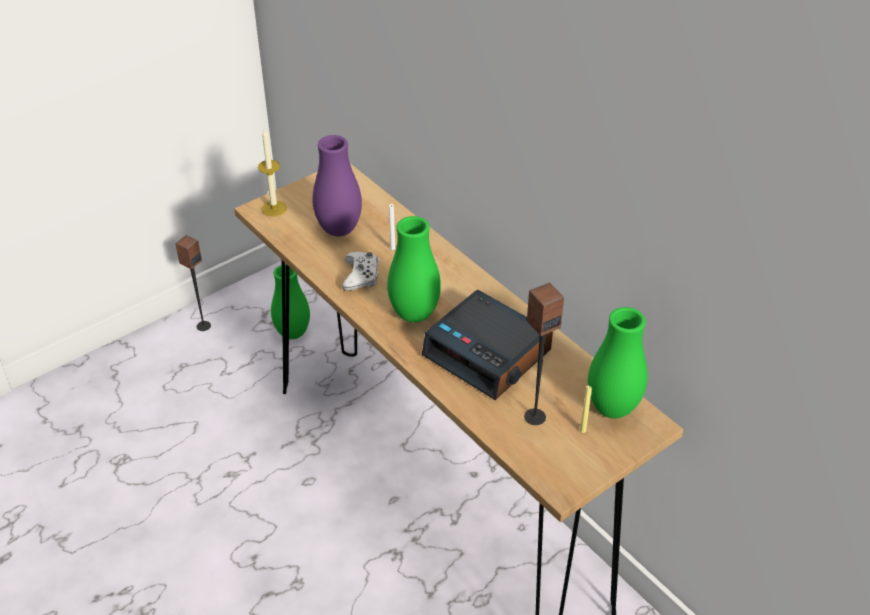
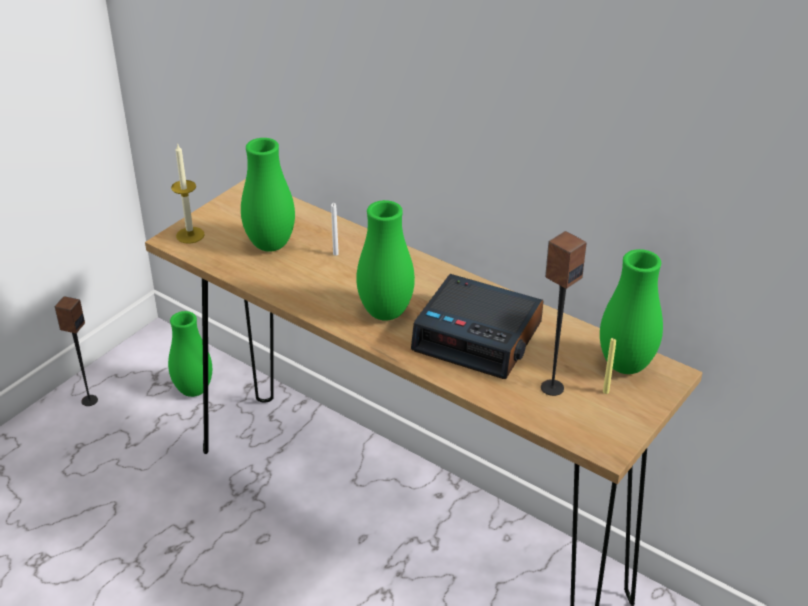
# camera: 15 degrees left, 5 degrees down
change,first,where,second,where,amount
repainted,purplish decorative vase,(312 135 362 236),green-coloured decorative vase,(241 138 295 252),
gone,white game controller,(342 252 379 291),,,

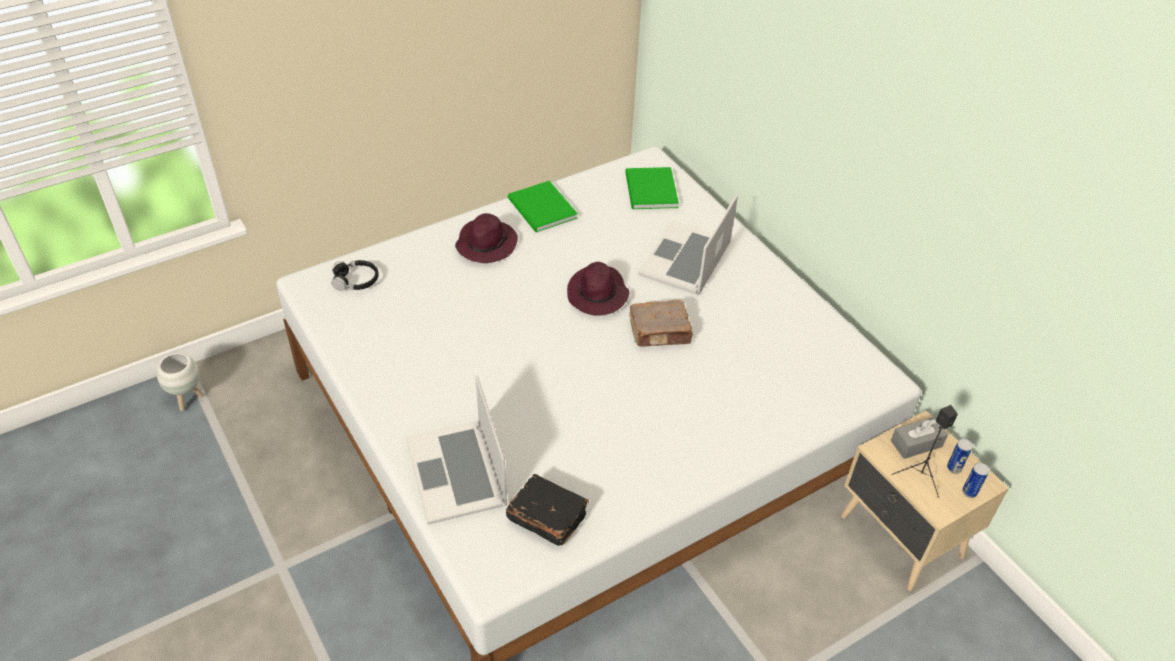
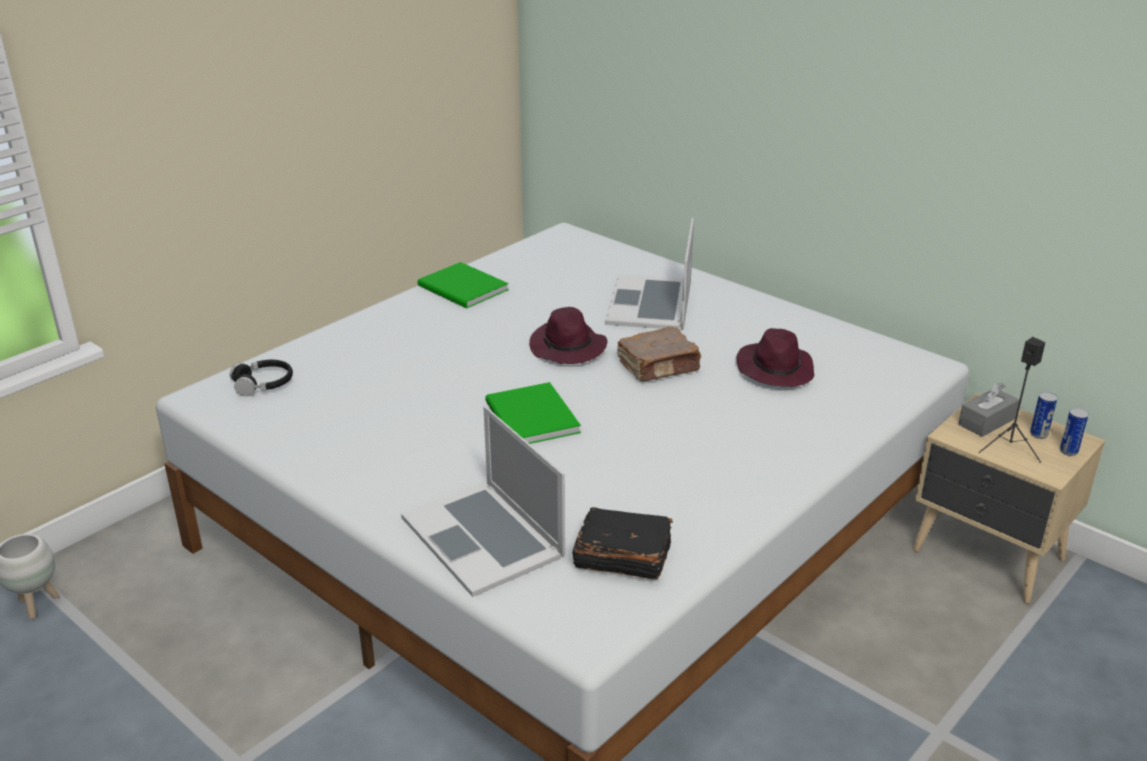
# camera: 15 degrees left, 15 degrees down
change,first,where,second,where,amount
shifted,purplish wearable hat,(455 213 518 263),,(736 328 814 387),
shifted,green-coloured volume,(625 167 679 209),,(486 382 581 444),

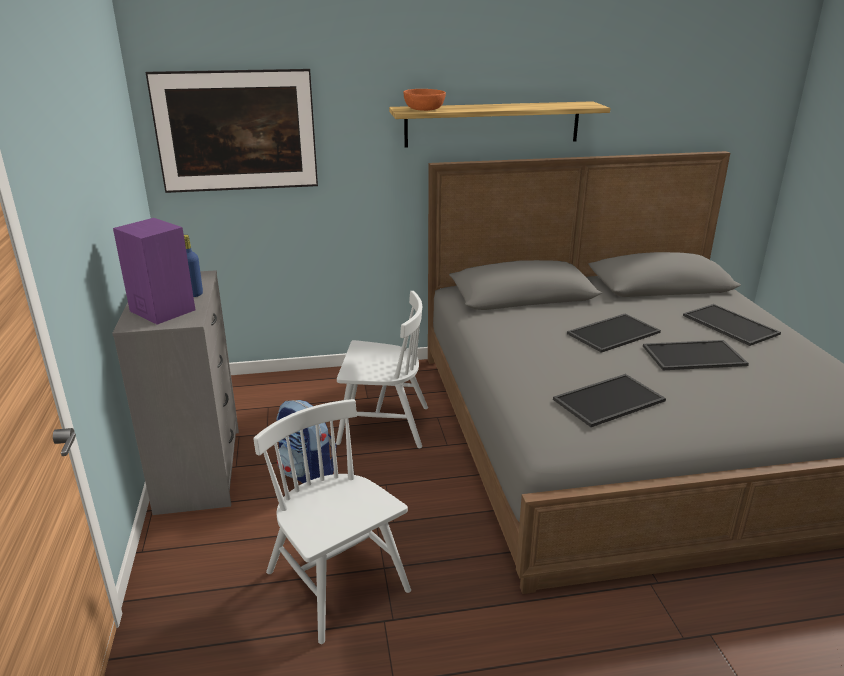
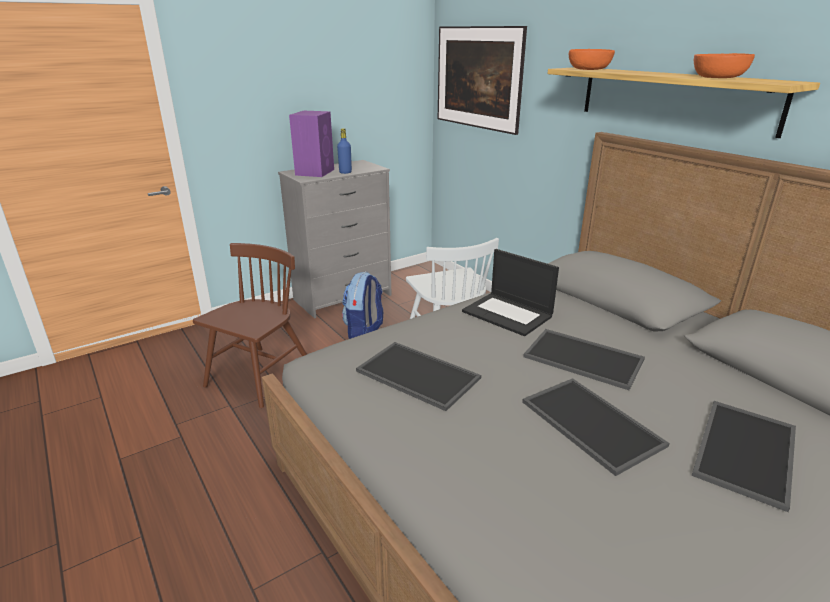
# camera: 65 degrees right, 0 degrees up
change,first,where,second,where,amount
repainted,white upright chair,(253 399 411 644),brown-coloured upright chair,(193 243 307 408),
new,,,notebook computer,(462 249 559 336),
new,,,orangey deep dish,(694 53 755 78),

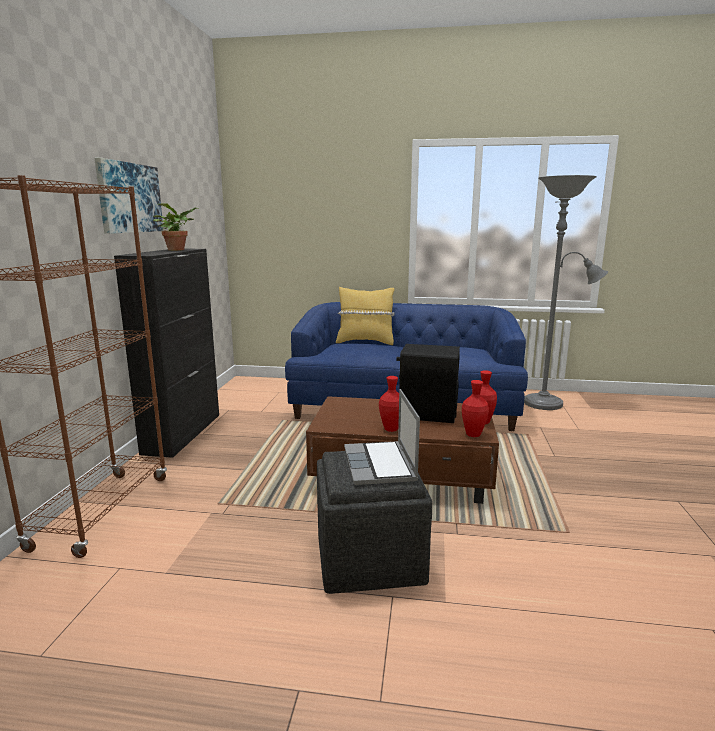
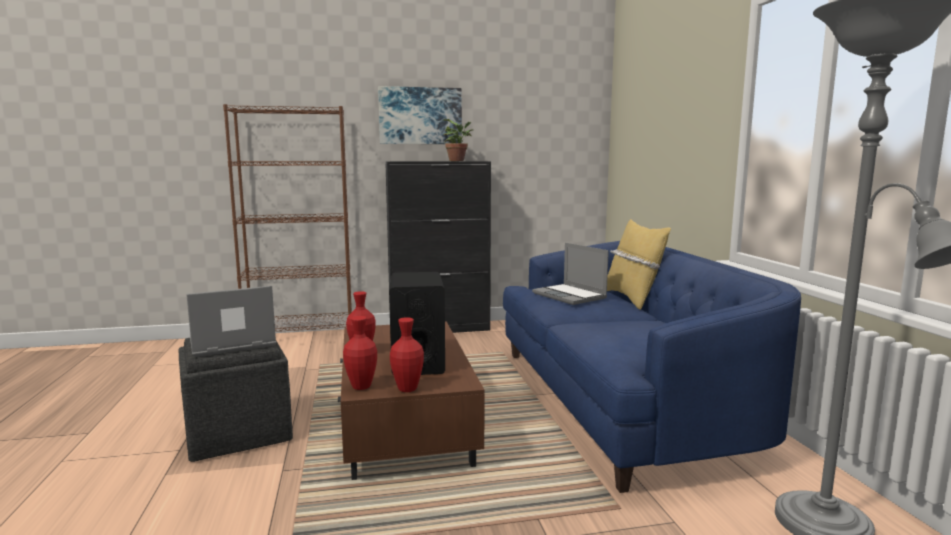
# camera: 70 degrees right, 5 degrees down
change,first,where,second,where,amount
new,,,notebook computer,(532 243 609 305),

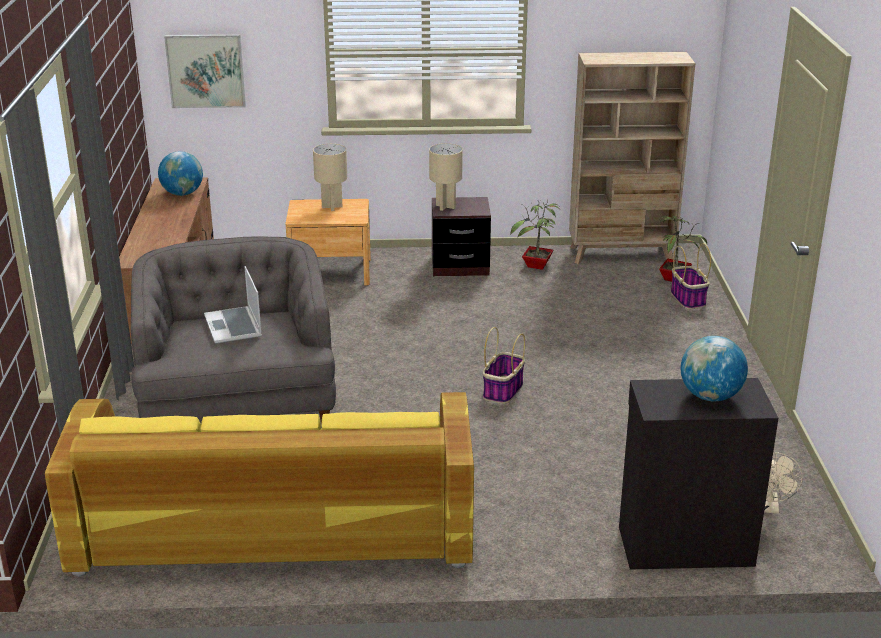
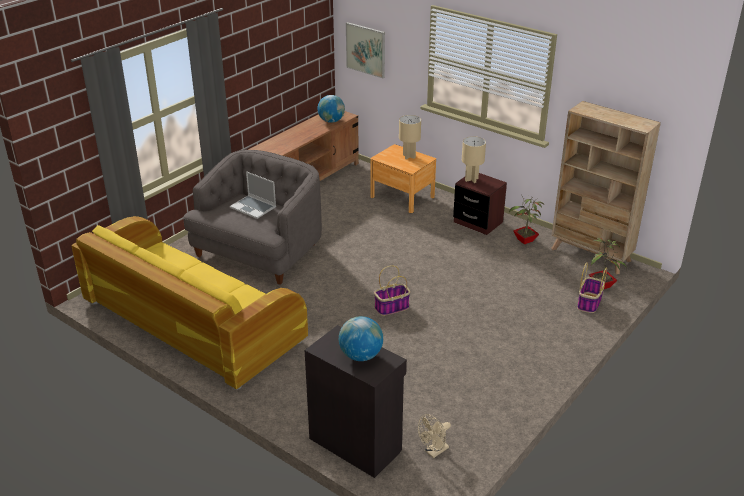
# camera: 40 degrees right, 5 degrees up
change,first,where,second,where,amount
rotated,notebook computer,(204 266 262 344),,(230 171 276 219),75 degrees counterclockwise

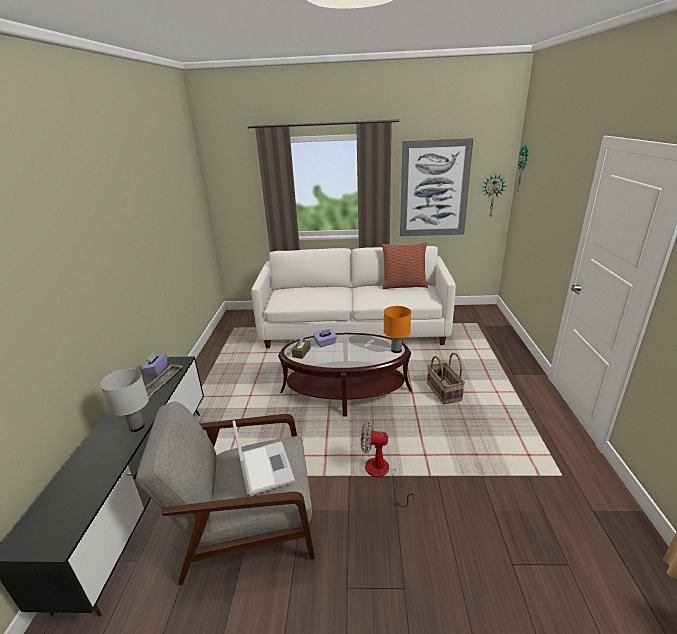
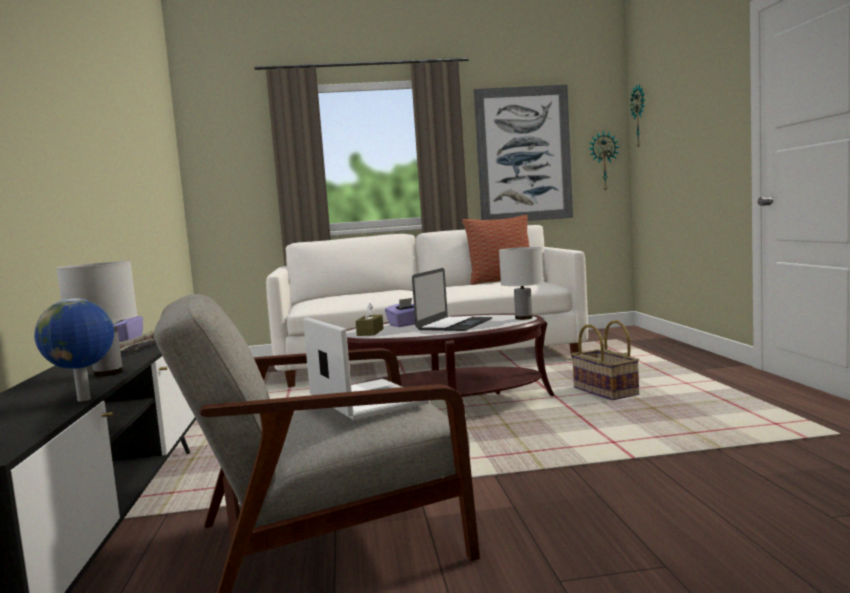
# camera: 10 degrees left, 20 degrees down
change,first,where,second,where,amount
gone,cooling fan,(361 422 414 507),,,
repainted,orangey tabletop lamp,(384 306 411 353),white tabletop lamp,(499 247 543 320),
new,,,desk globe,(34 298 114 402),
new,,,notebook computer,(412 268 493 331),

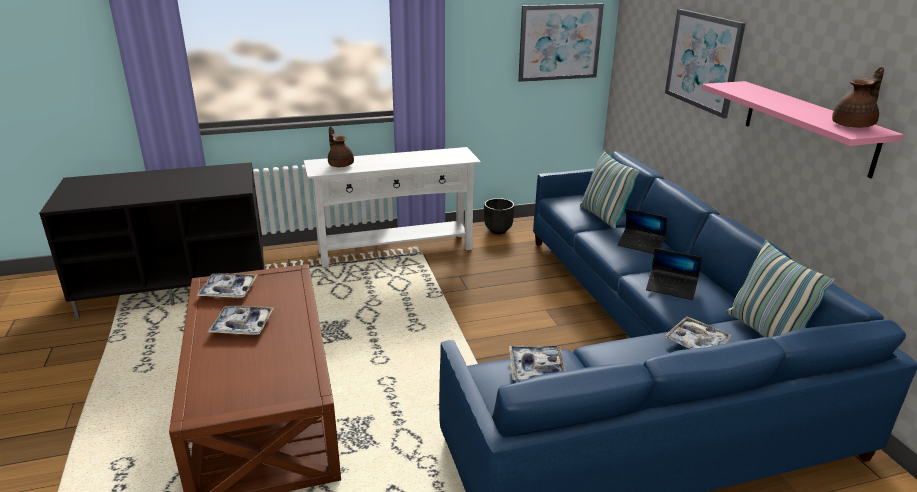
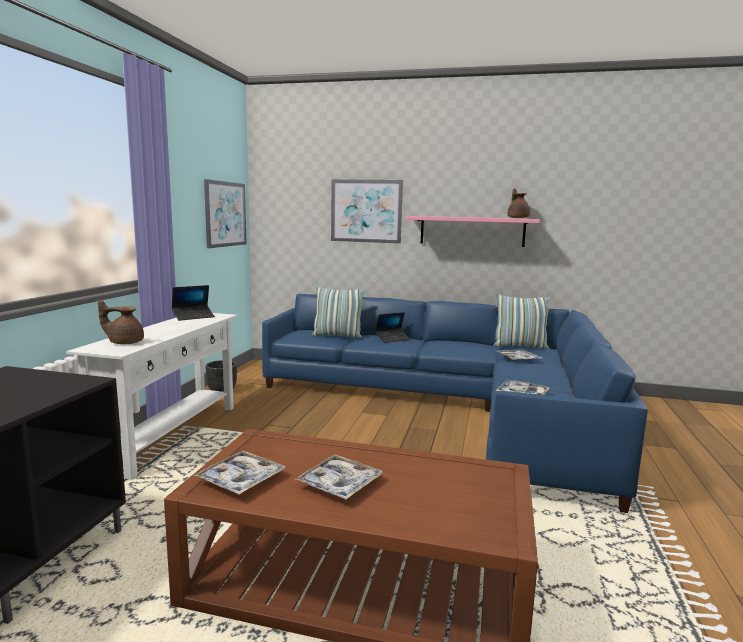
# camera: 60 degrees left, 15 degrees down
change,first,where,second,where,amount
shifted,notebook computer,(646 248 702 300),,(172 285 215 321),

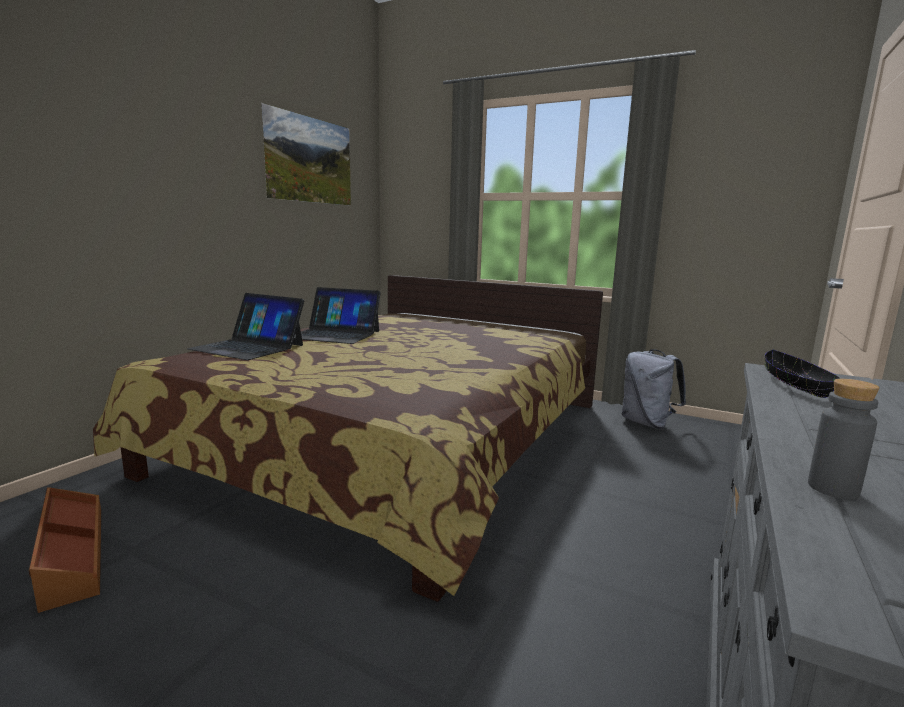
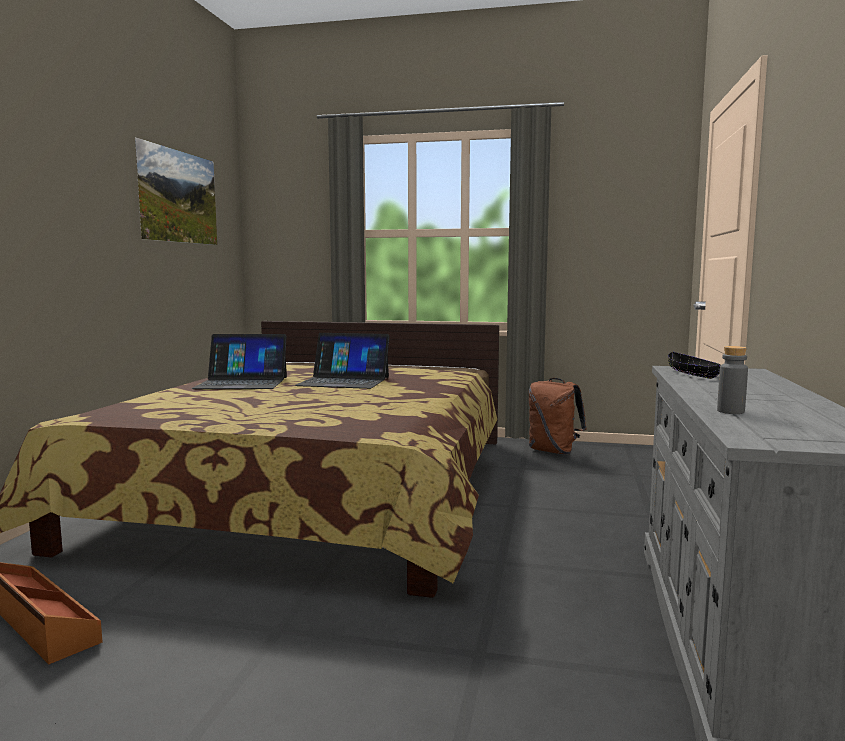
# camera: 15 degrees left, 5 degrees down
change,first,where,second,where,amount
shifted,notebook computer,(187 293 304 360),,(295 333 390 389),
repainted,gray knapsack,(622 349 686 429),brown-coloured knapsack,(529 378 587 454),

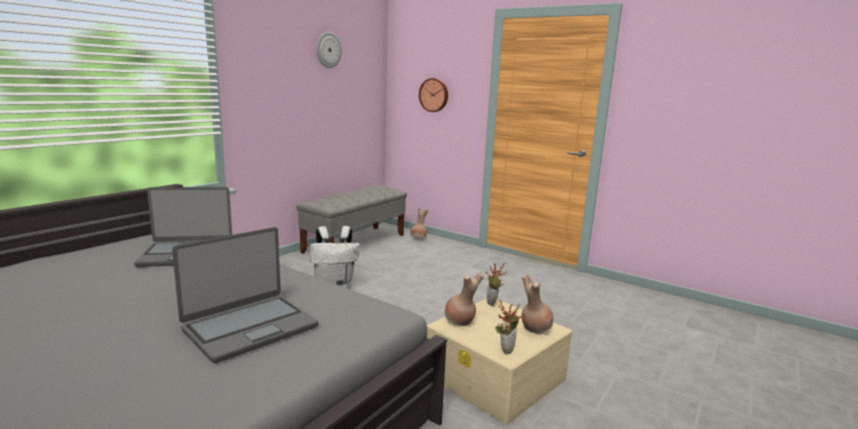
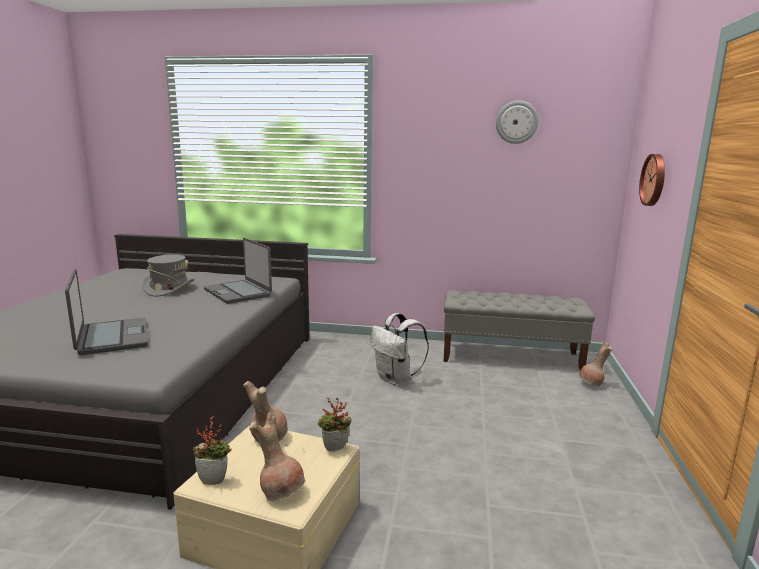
# camera: 65 degrees right, 0 degrees up
change,first,where,second,where,amount
rotated,notebook computer,(172 227 318 363),,(65 269 148 355),135 degrees counterclockwise
new,,,gray wearable hat,(142 254 194 297),

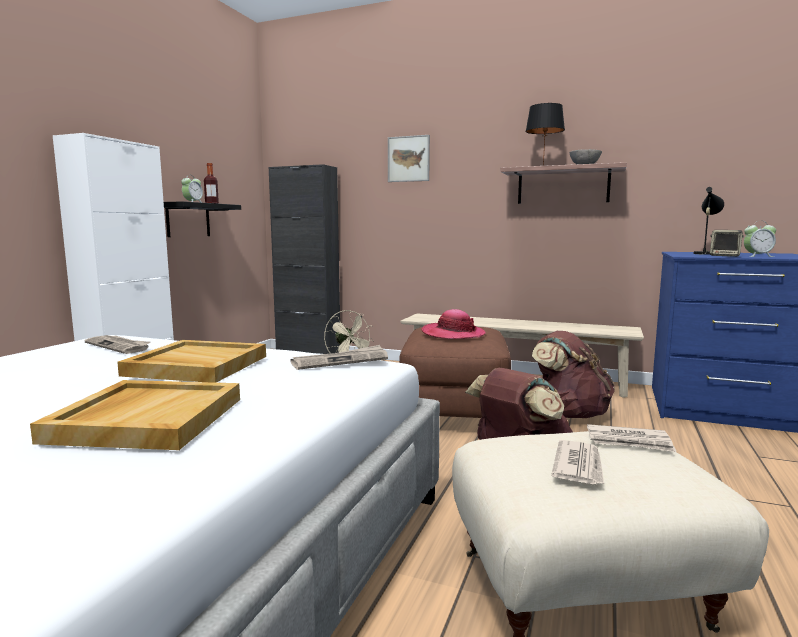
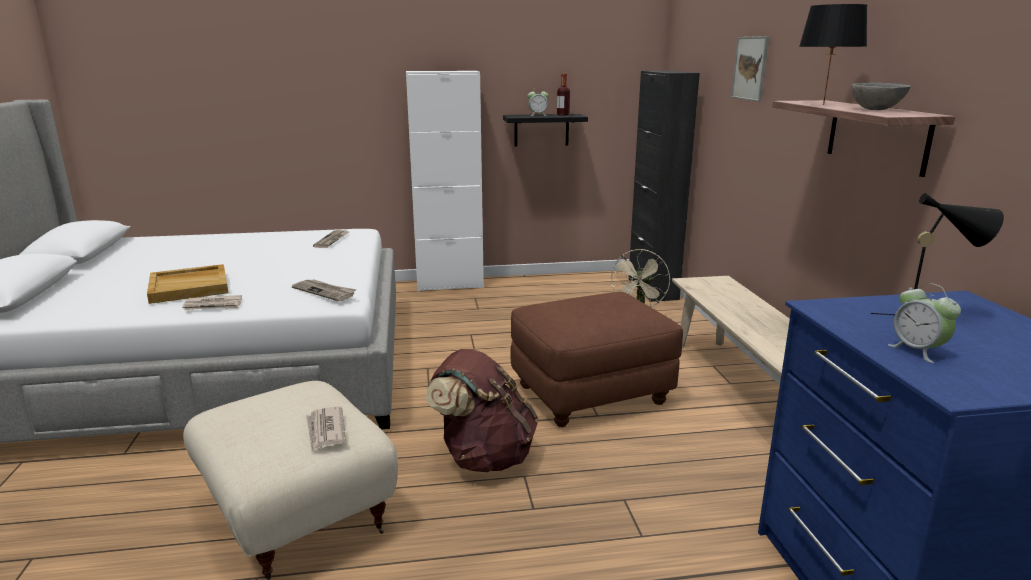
# camera: 60 degrees right, 10 degrees up
change,first,where,second,where,amount
gone,beige-coloured tray,(117 340 266 383),,,
gone,wearable hat,(421 309 486 339),,,
gone,brown-coloured knapsack,(532 331 615 418),,,
shifted,daily paper,(551 440 604 484),,(182 295 242 310),
gone,speaker,(710 230 744 257),,,

